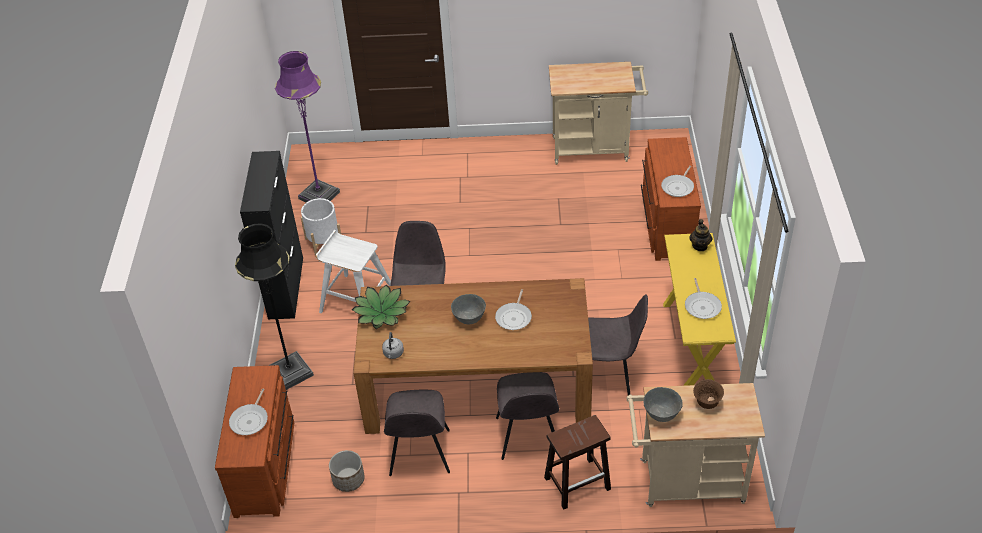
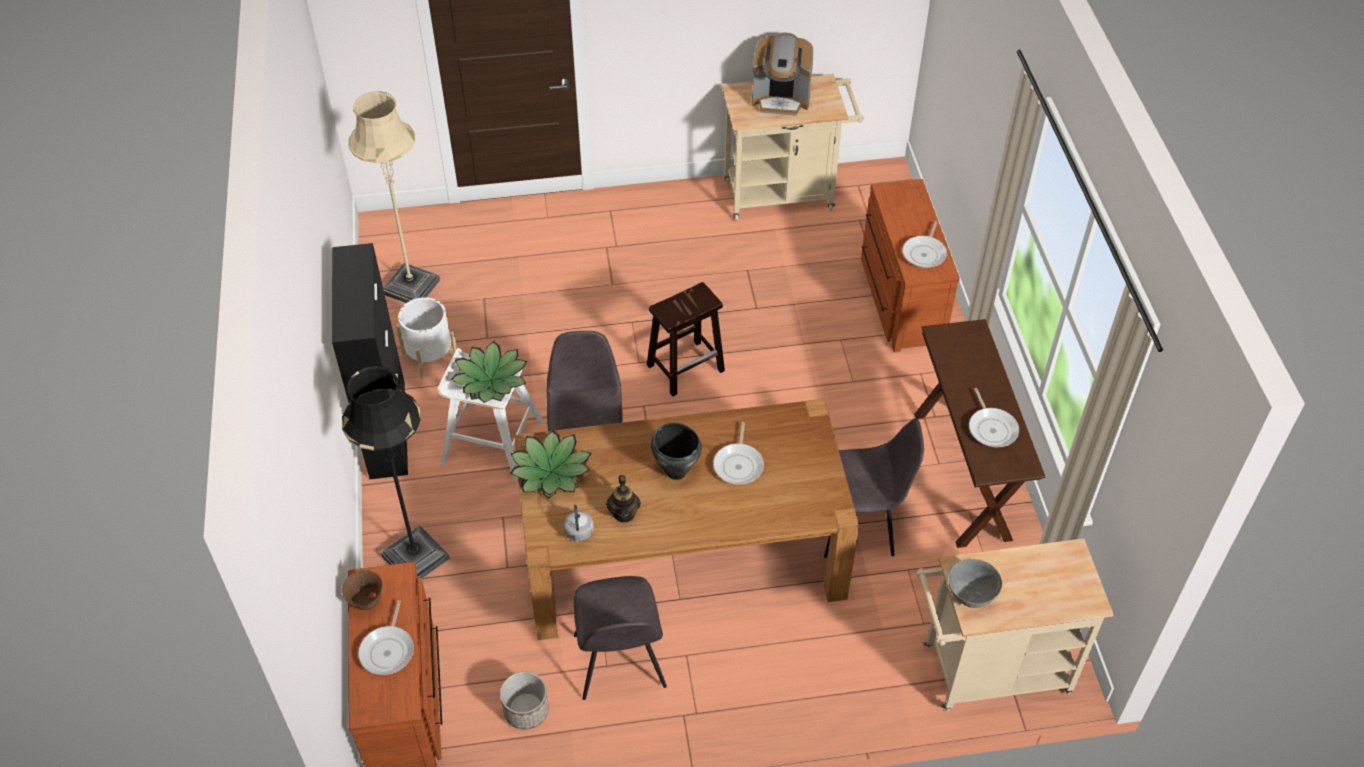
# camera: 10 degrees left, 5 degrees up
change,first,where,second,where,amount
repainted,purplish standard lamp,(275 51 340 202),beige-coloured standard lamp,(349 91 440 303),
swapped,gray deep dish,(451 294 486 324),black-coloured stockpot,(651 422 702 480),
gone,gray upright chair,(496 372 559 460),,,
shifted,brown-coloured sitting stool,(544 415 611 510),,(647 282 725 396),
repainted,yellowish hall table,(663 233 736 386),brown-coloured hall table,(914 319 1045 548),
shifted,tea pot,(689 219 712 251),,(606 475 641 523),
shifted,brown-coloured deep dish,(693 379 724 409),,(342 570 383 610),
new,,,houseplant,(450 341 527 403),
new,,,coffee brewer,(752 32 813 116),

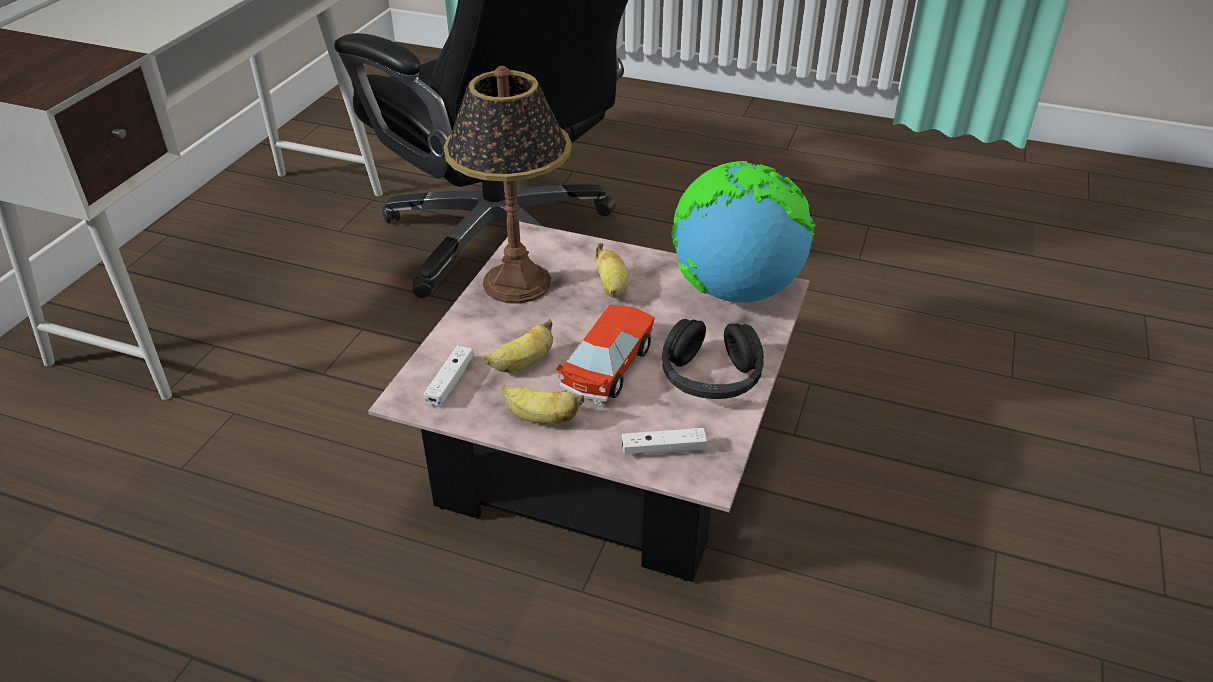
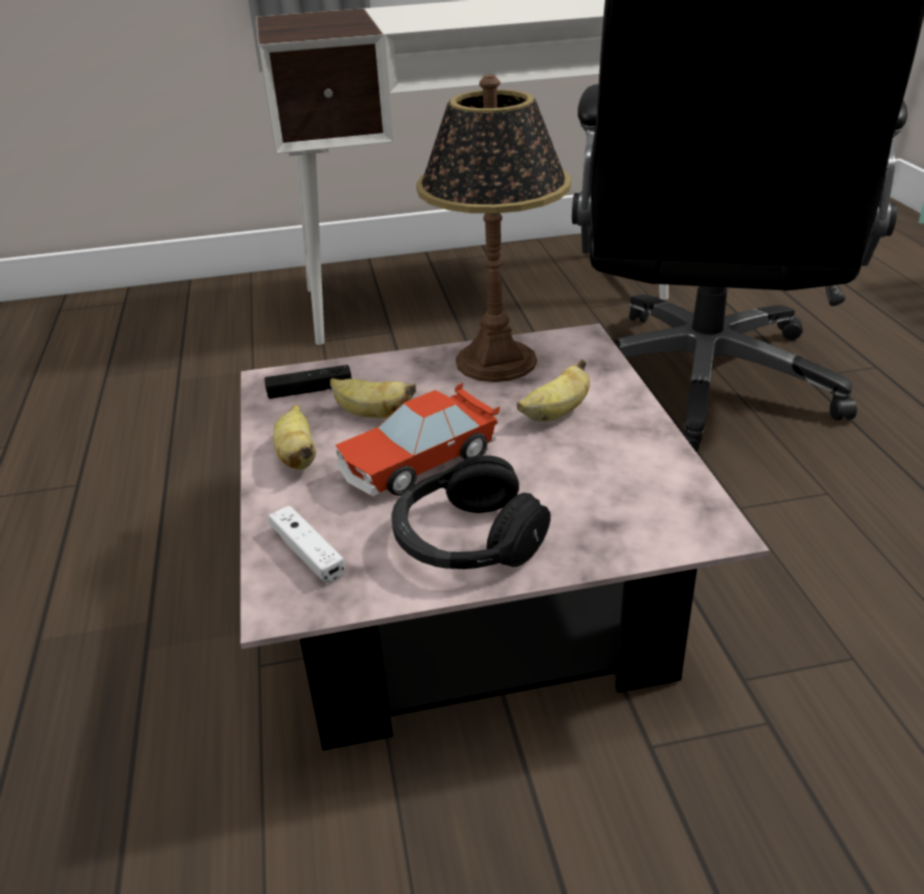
# camera: 60 degrees right, 5 degrees down
change,first,where,second,where,amount
repainted,white game controller,(424 345 474 407),black-coloured game controller,(264 365 352 399),
rotated,model car,(556 305 655 405),,(336 383 500 497),150 degrees clockwise
gone,desk globe,(671 161 816 303),,,

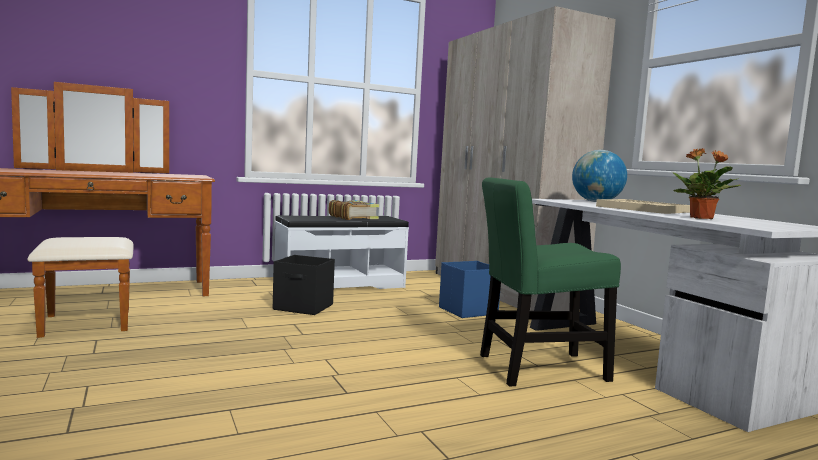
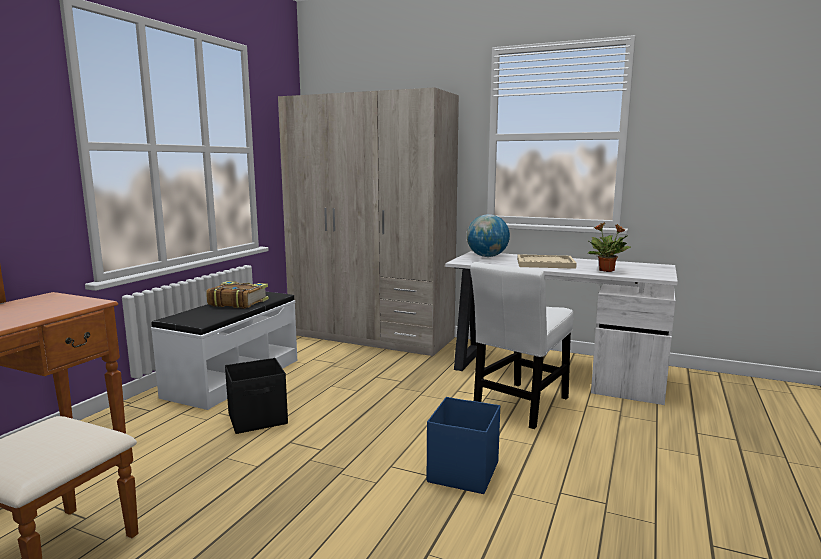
# camera: 40 degrees left, 5 degrees up
change,first,where,second,where,amount
shifted,bluish storage container,(439 261 500 318),,(427 397 500 494),
repainted,green-coloured upright chair,(480 177 621 387),white upright chair,(470 262 573 429),

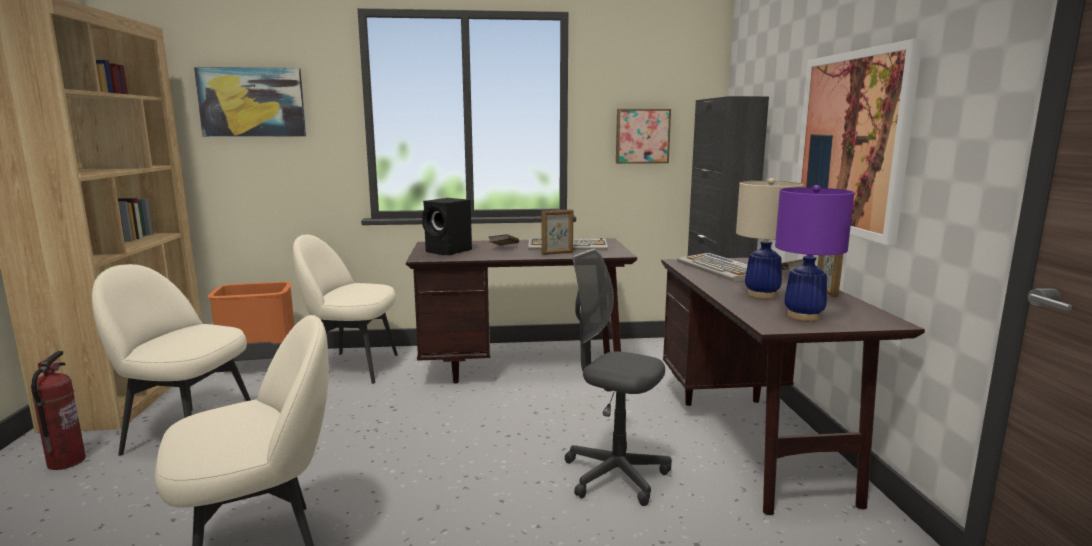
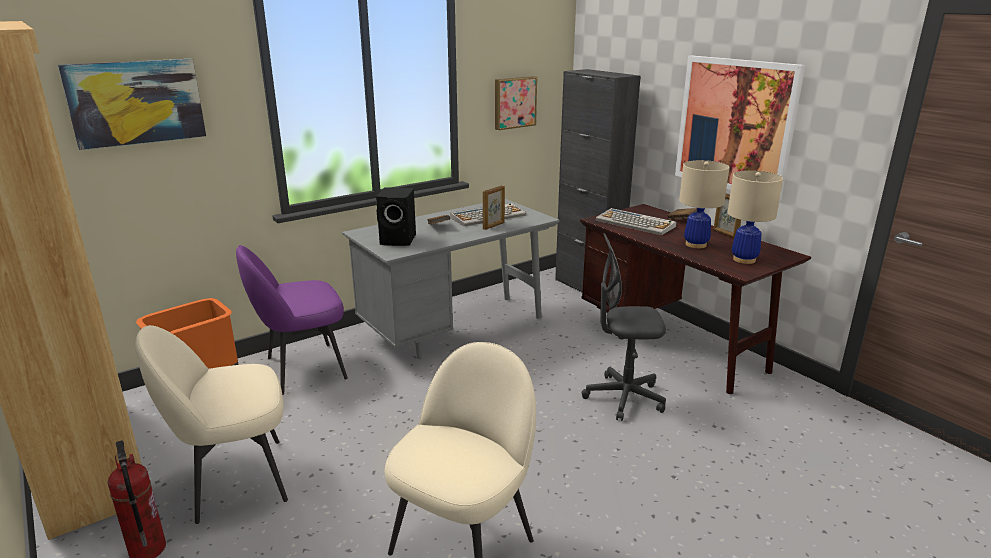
# camera: 30 degrees left, 10 degrees up
change,first,where,second,where,amount
repainted,beige-coloured upright chair,(293 235 398 384),purplish upright chair,(236 245 348 395),
repainted,brown-coloured desk table,(406 238 637 384),gray desk table,(342 199 560 359),
repainted,purplish tabletop lamp,(775 185 854 321),beige-coloured tabletop lamp,(727 170 783 264),

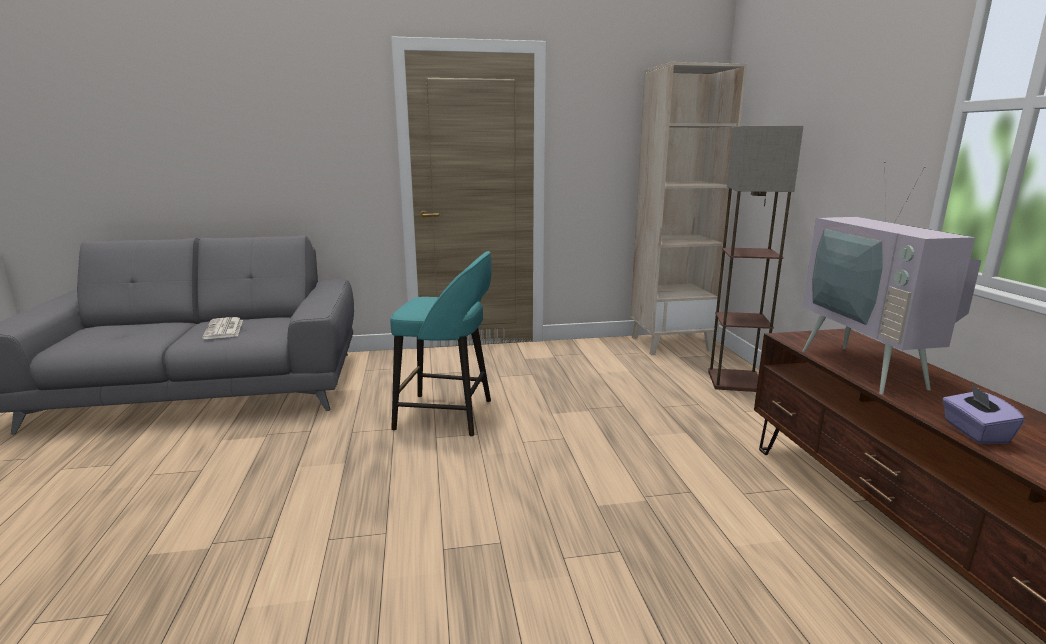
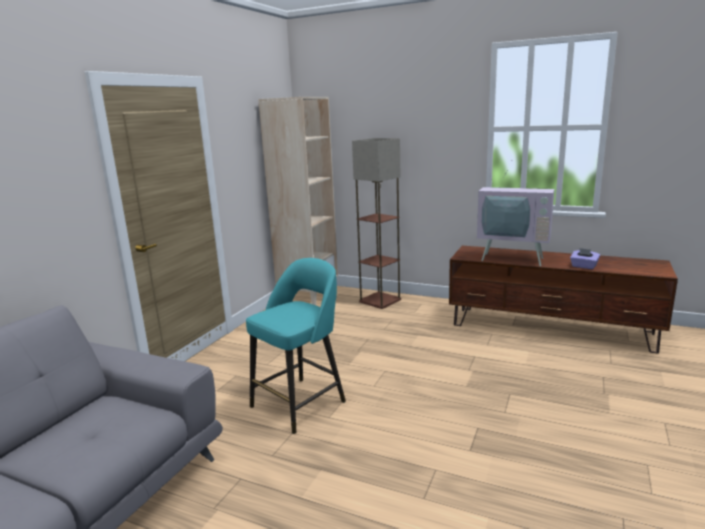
# camera: 55 degrees left, 0 degrees up
change,first,where,second,where,amount
gone,daily paper,(202 317 243 339),,,

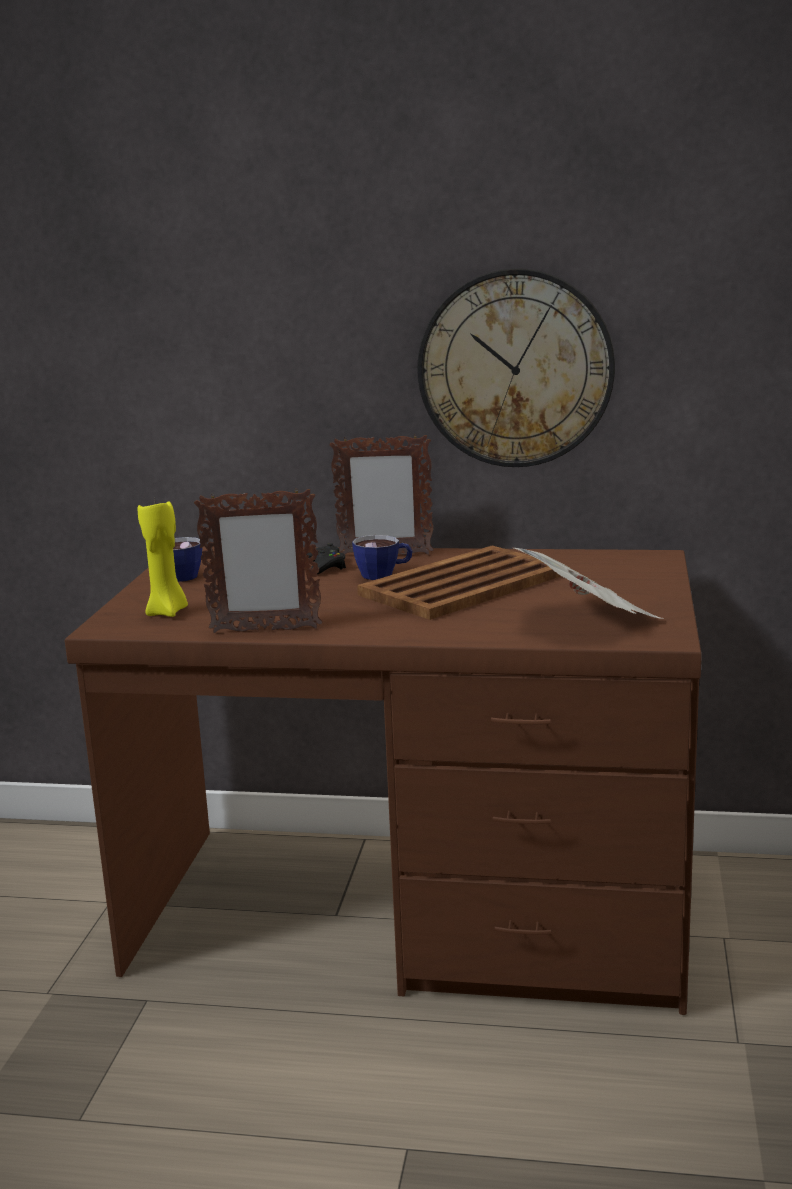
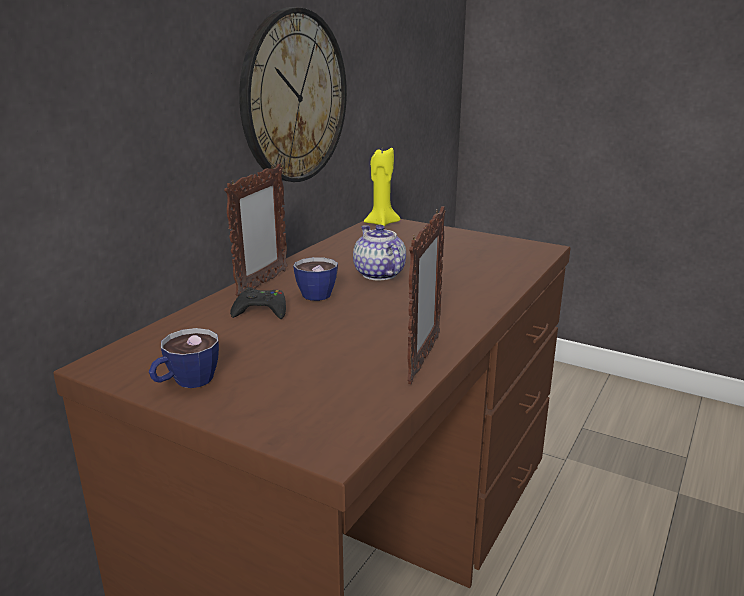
# camera: 70 degrees left, 5 degrees up
change,first,where,second,where,amount
shifted,yellowish wax light,(138 497 188 617),,(364 148 400 227),
swapped,brown-coloured tray,(357 546 561 620),tea pot,(353 225 406 281),
gone,daily paper,(514 548 664 619),,,

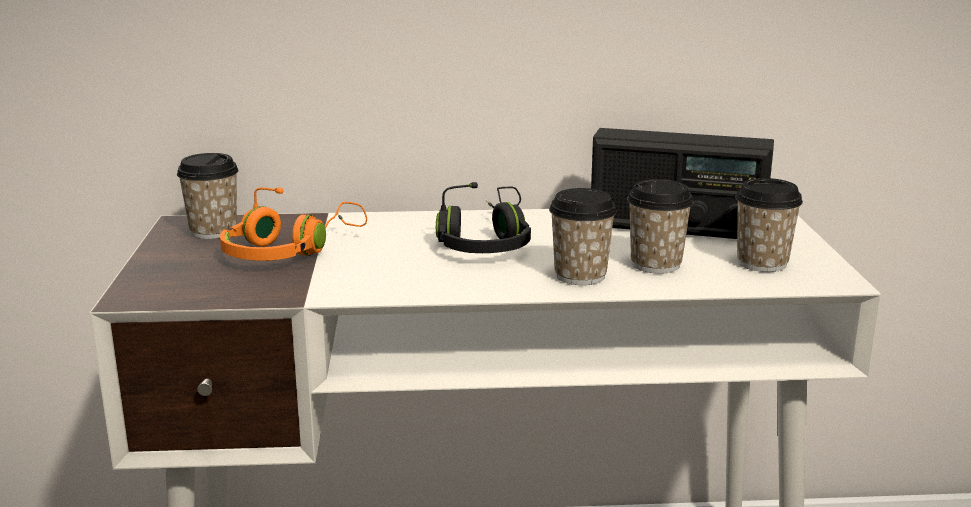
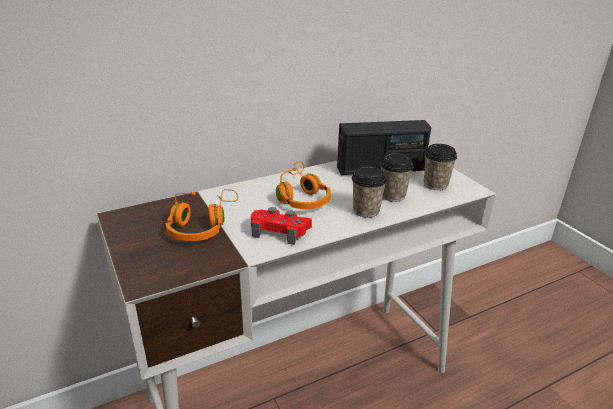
# camera: 25 degrees left, 10 degrees up
change,first,where,second,where,amount
gone,small cup,(177 153 239 239),,,
repainted,black-coloured pair of headphones,(436 182 531 253),orangey pair of headphones,(276 161 331 209),
new,,,red game controller,(251 207 312 245),

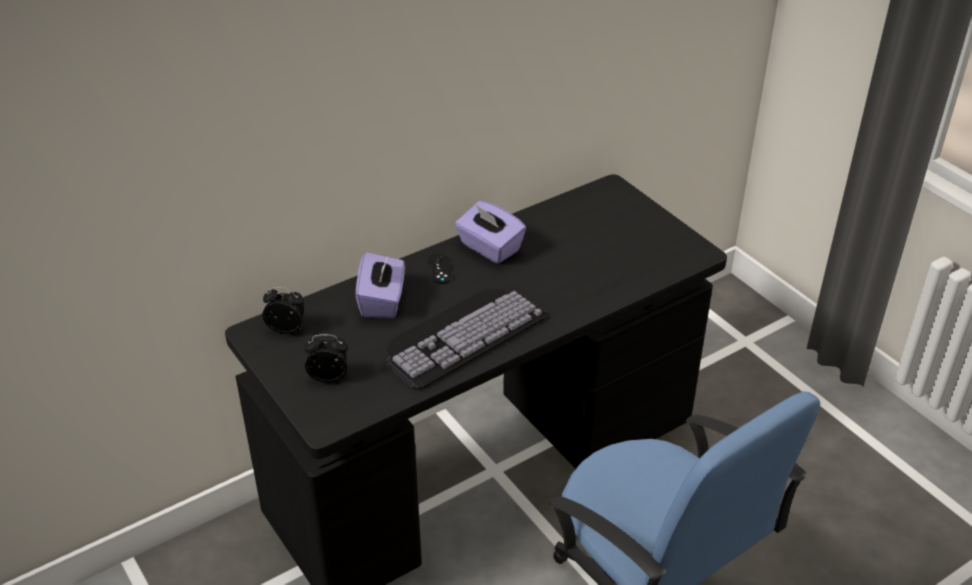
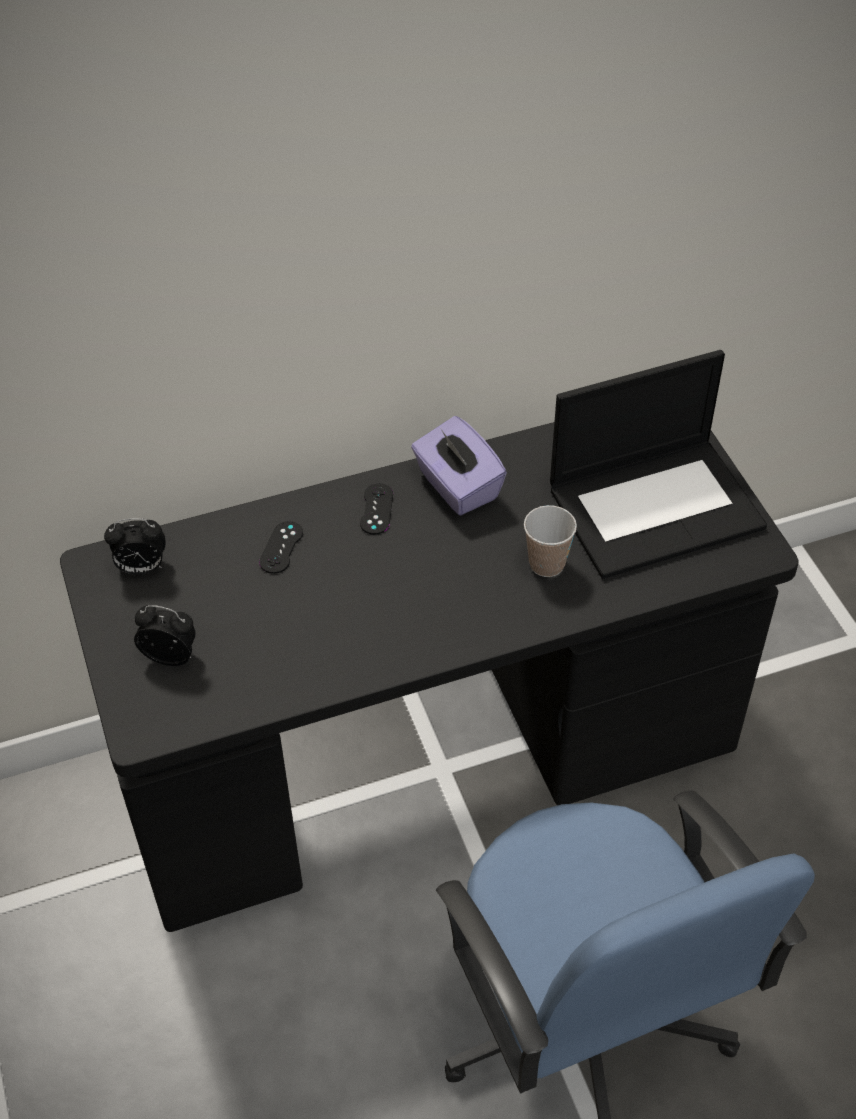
# camera: 15 degrees right, 10 degrees up
change,first,where,second,where,amount
rotated,table clock,(262 287 304 334),,(104 518 166 574),150 degrees clockwise
swapped,purplish box of tissues,(356 252 405 318),black-coloured game controller,(259 521 303 574),
gone,PC keyboard,(386 289 547 390),,,
new,,,small cup,(524 505 577 577),
new,,,notebook computer,(550 350 767 579),

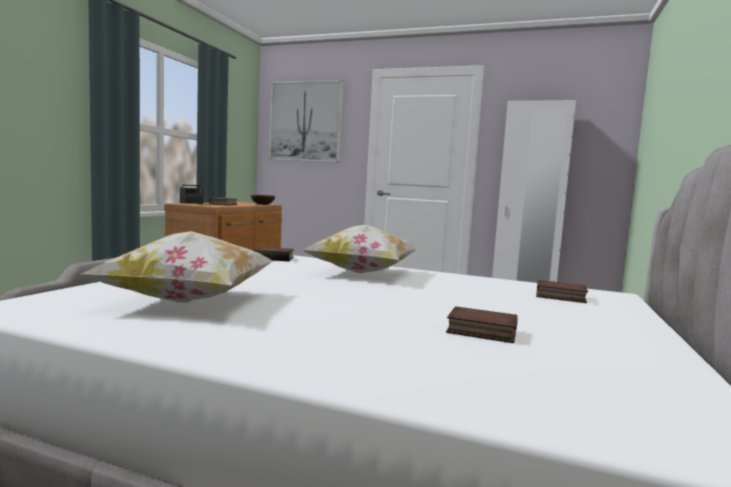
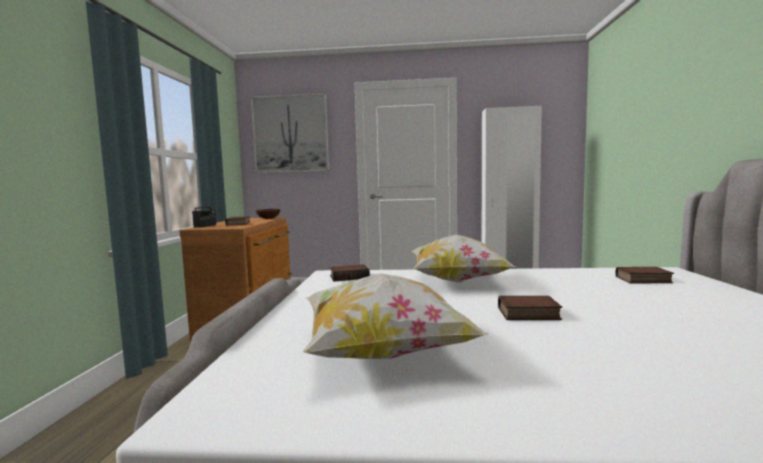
# camera: 15 degrees left, 0 degrees up
change,first,where,second,where,amount
shifted,volume,(446 306 518 343),,(498 296 562 320),

